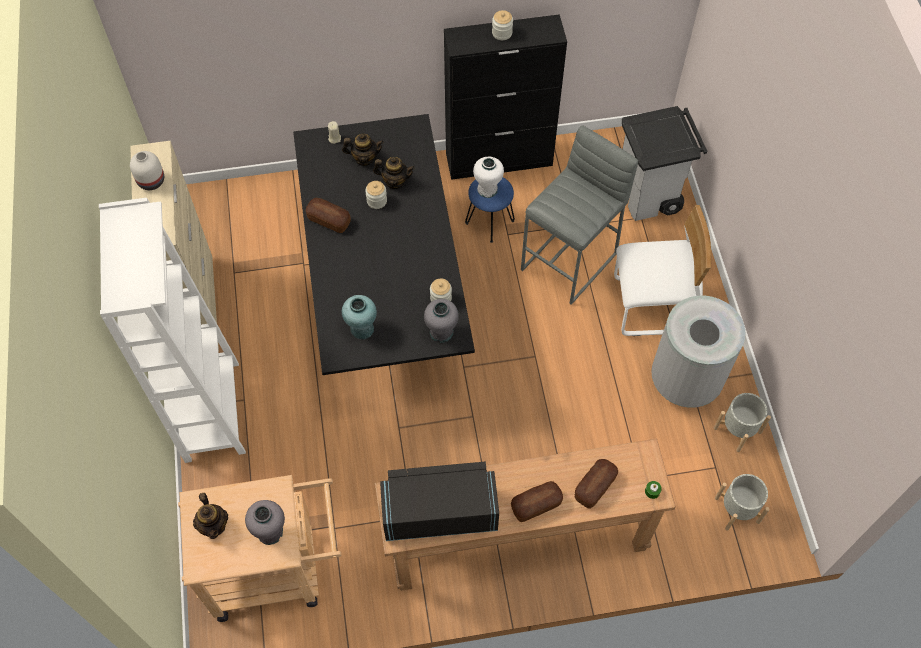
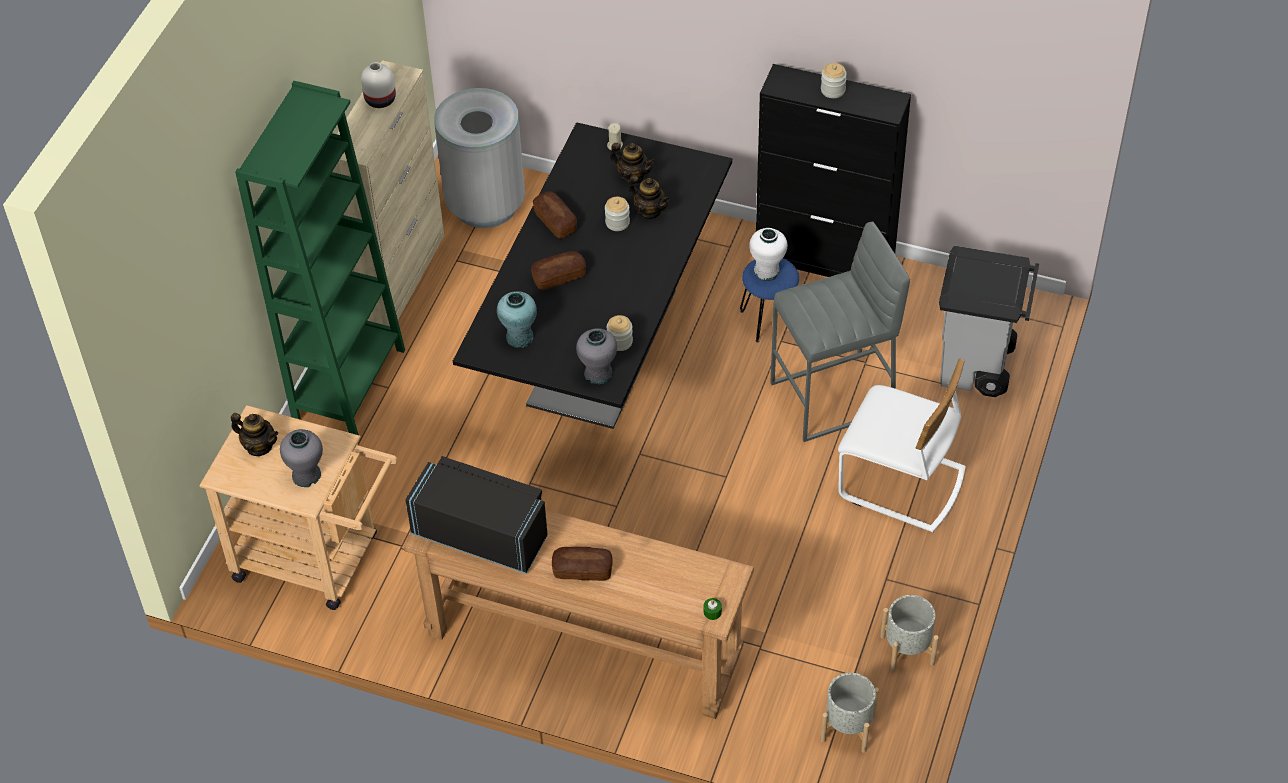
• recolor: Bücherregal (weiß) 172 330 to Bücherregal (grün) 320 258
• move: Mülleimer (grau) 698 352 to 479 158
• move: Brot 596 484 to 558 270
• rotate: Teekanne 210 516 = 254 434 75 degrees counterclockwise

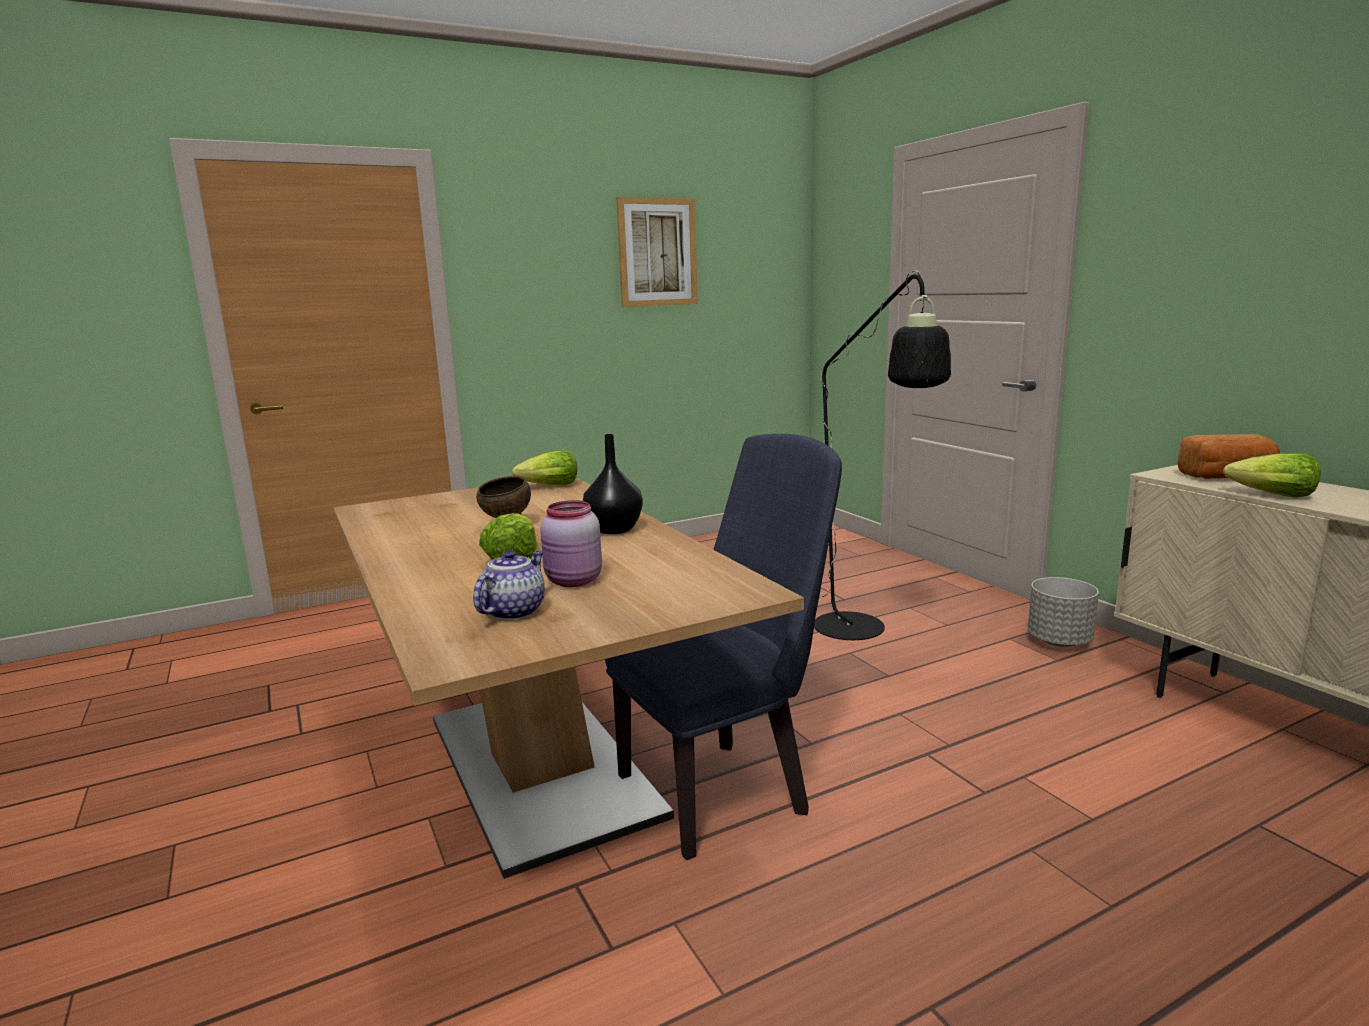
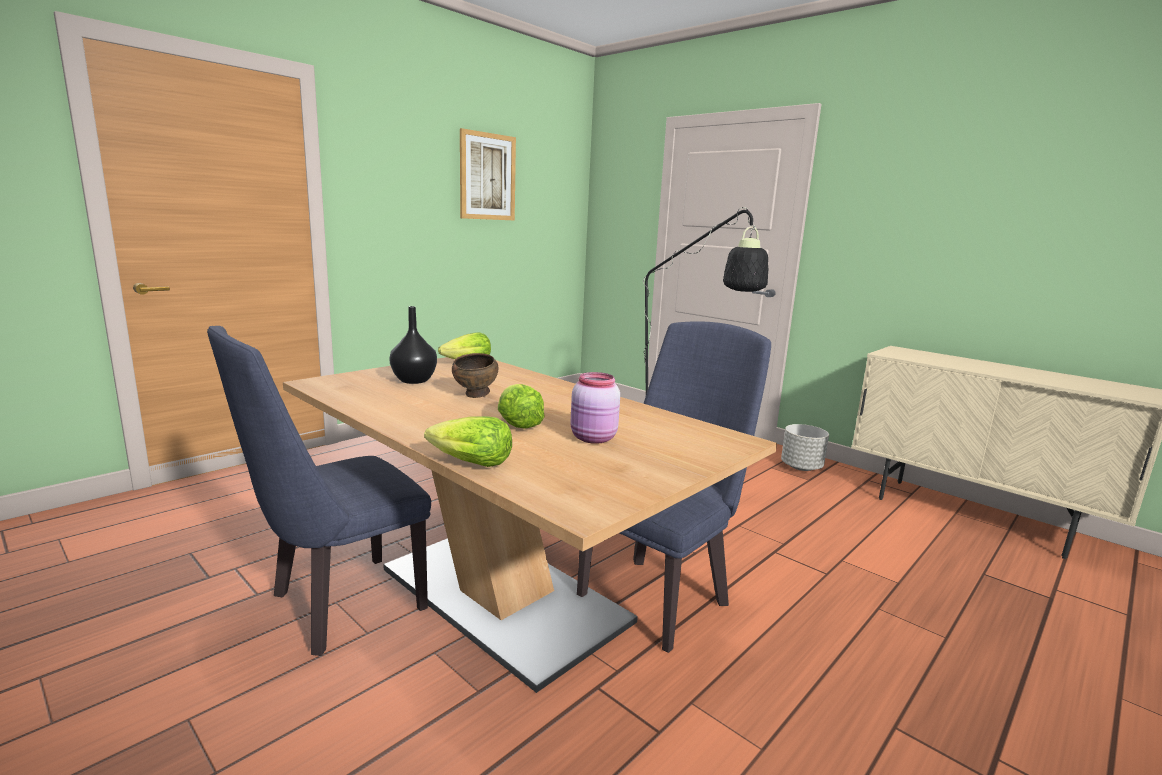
• move: Vase (schwarz) 613 484 to 413 345
• delete: Brot 1228 456
• move: Salatkopf 1272 475 to 468 441
• delete: Teekanne 509 585
• insert: Stuhl (blau) 319 491

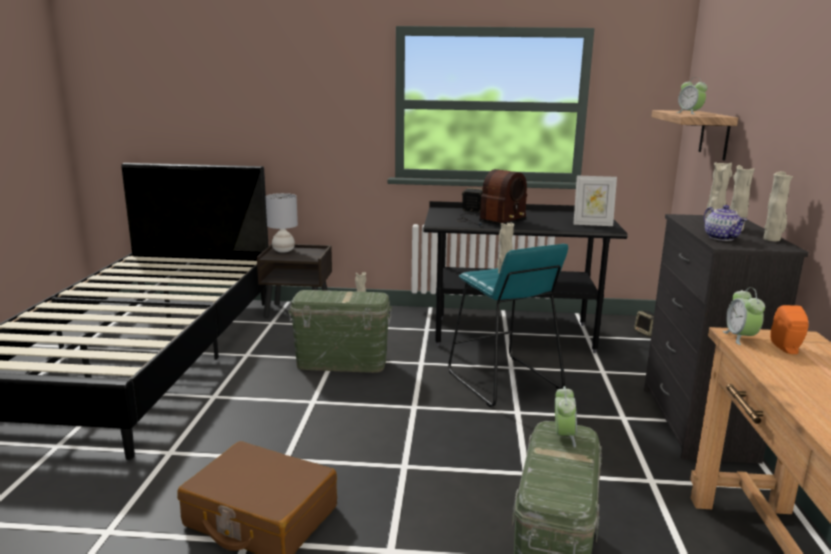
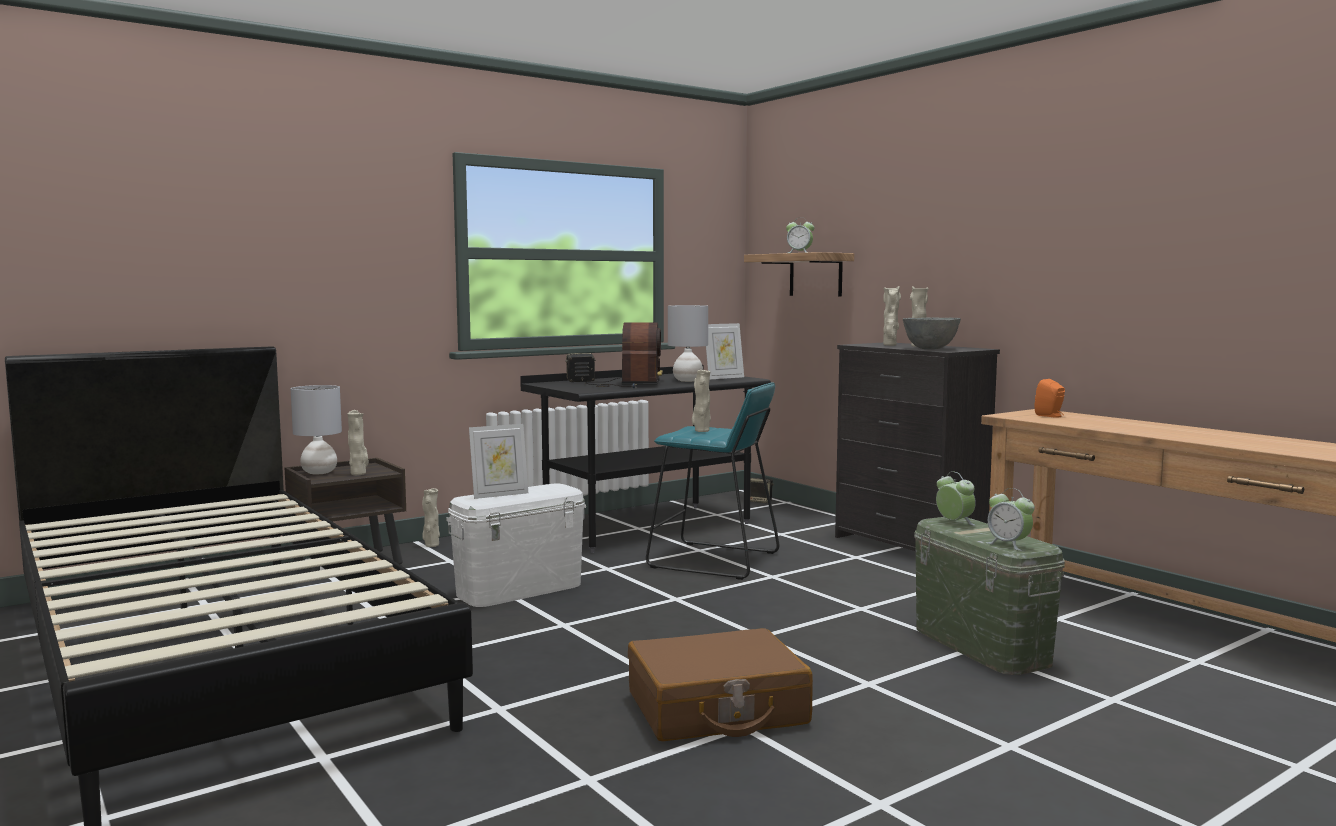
• move: Vase (beige) 778 206 to 358 442
• replace: Teekanne 725 223 to Schüssel (grau) 932 333
• move: Wecker 744 316 to 1011 519
• recolor: Aufbewahrungsbox (grün) 340 331 to Aufbewahrungsbox (weiß) 516 545
• insert: Tischlampe (grau) 688 343
• insert: Bilderrahmen 498 461

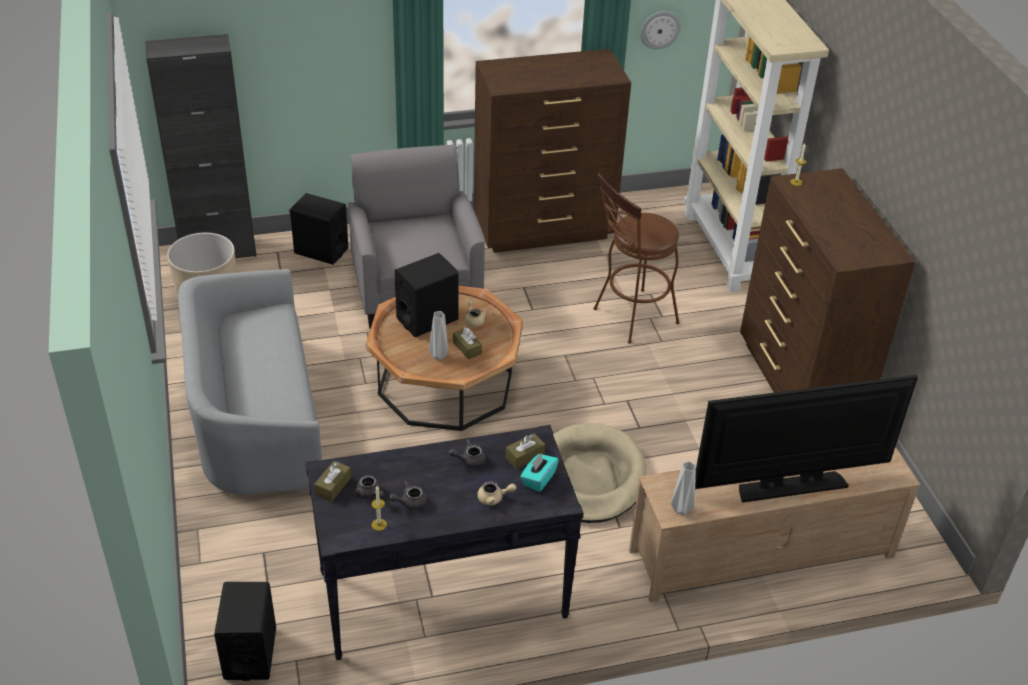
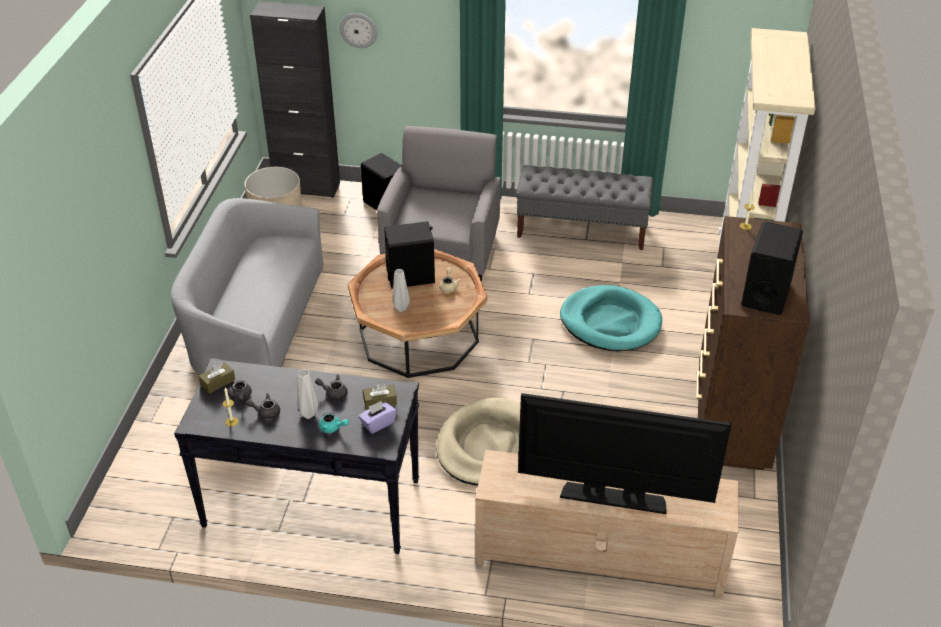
• move: Wanduhr 661 30 to 359 30
• replace: Kommode (braun) 552 151 to Bank (grau) 584 207
• replace: Hocker (braun) 636 258 to Hundebett (türkis) 611 318
• delete: Taschentuchbox (braun) 467 343
• recolor: Taschentuchbox (türkis) 539 472 to Taschentuchbox (lila) 378 417
• move: Vase (grau) 683 488 to 307 394
• recolor: Teekanne (beige) 496 493 to Teekanne (türkis) 334 422
• move: Lautsprecher (schwarz) 245 631 to 772 268

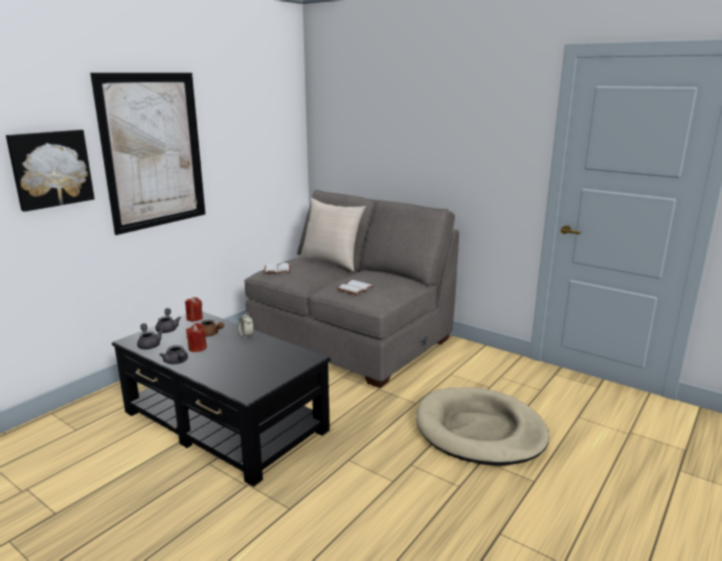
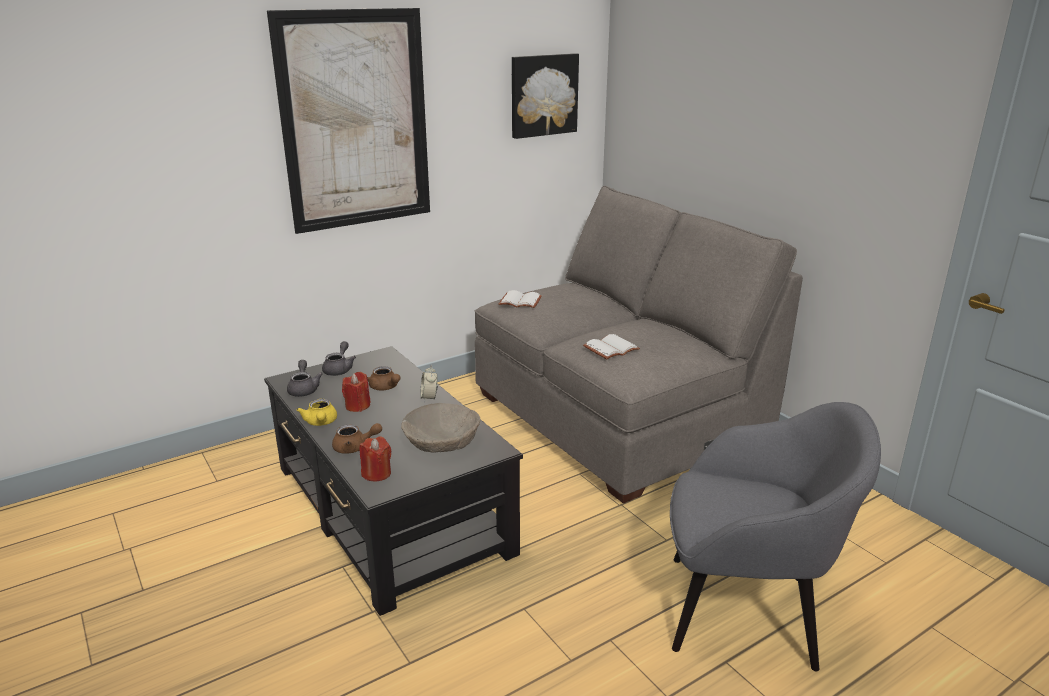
• move: Bild 50 170 to 545 96
• delete: Kissen (beige) 333 234
• move: Kerze (rot) 194 309 to 376 458
• recolor: Teekanne (grau) 174 354 to Teekanne (gelb) 317 412
• replace: Hundebett (beige) 482 426 to Sessel (grau) 775 537
• insert: Schüssel (beige) 440 428
• insert: Teekanne (braun) 357 438

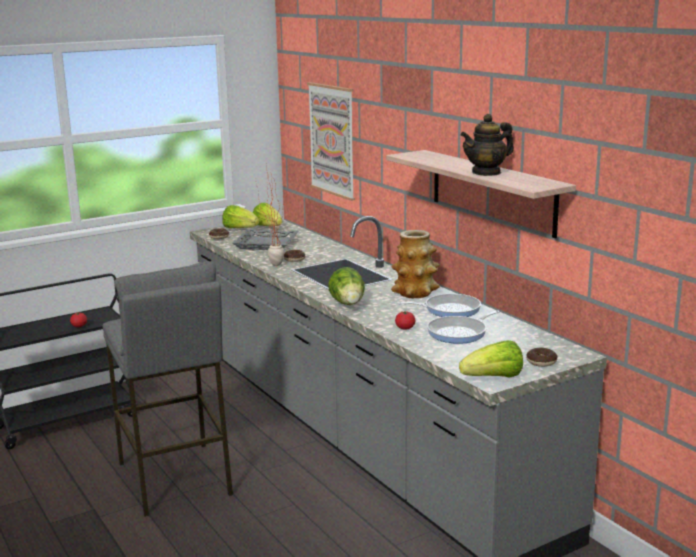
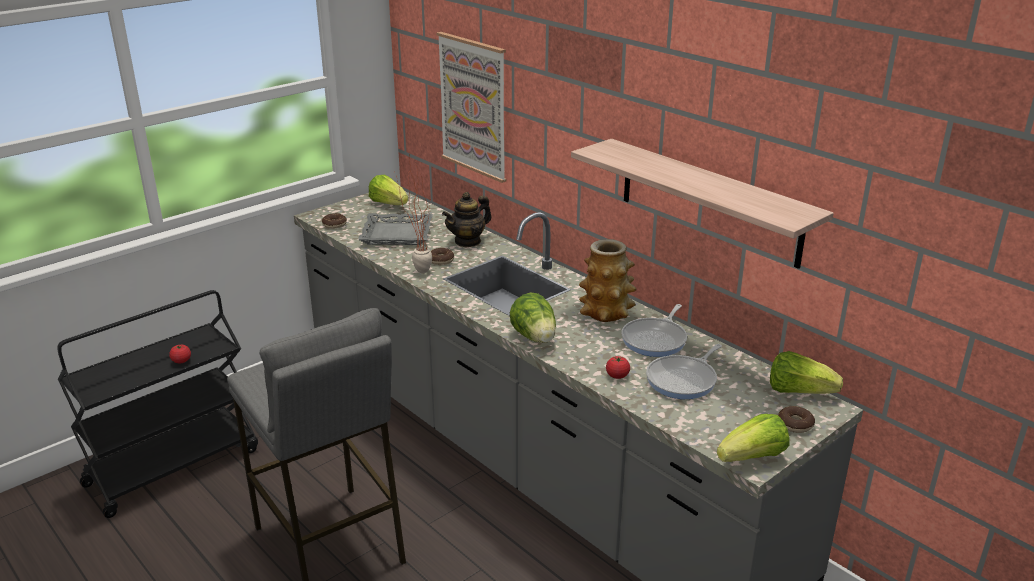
• move: Teekanne 487 145 to 467 219
• move: Salatkopf 241 216 to 806 372
• rotate: Pfanne 439 305 = 654 330 135 degrees clockwise

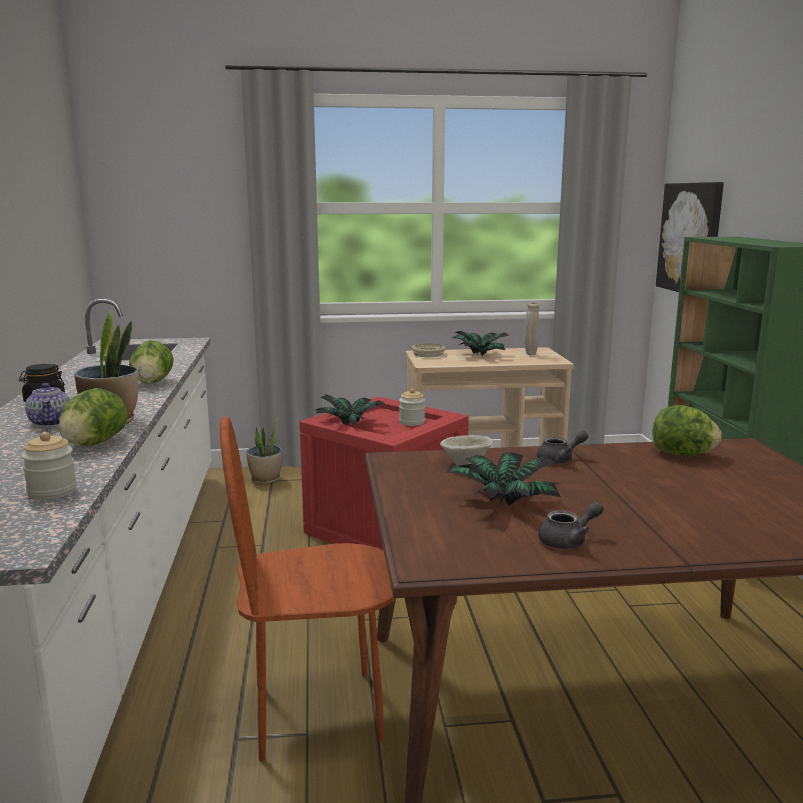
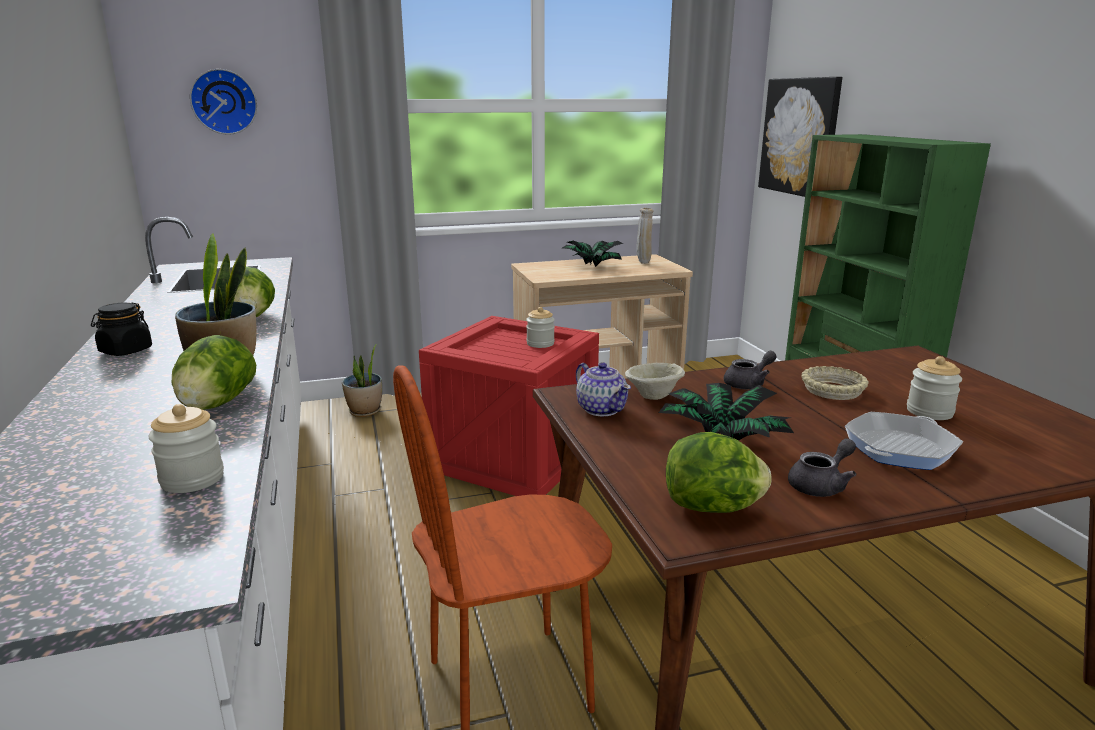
• move: Schüssel (beige) 428 350 to 835 383
• move: Teekanne 47 405 to 603 389
• delete: Topfpflanze 350 409
• move: Salatkopf 687 430 to 719 472
• insert: Wanduhr 223 102
• insert: Vorratsglas 934 388
• insert: Pfanne 904 441

